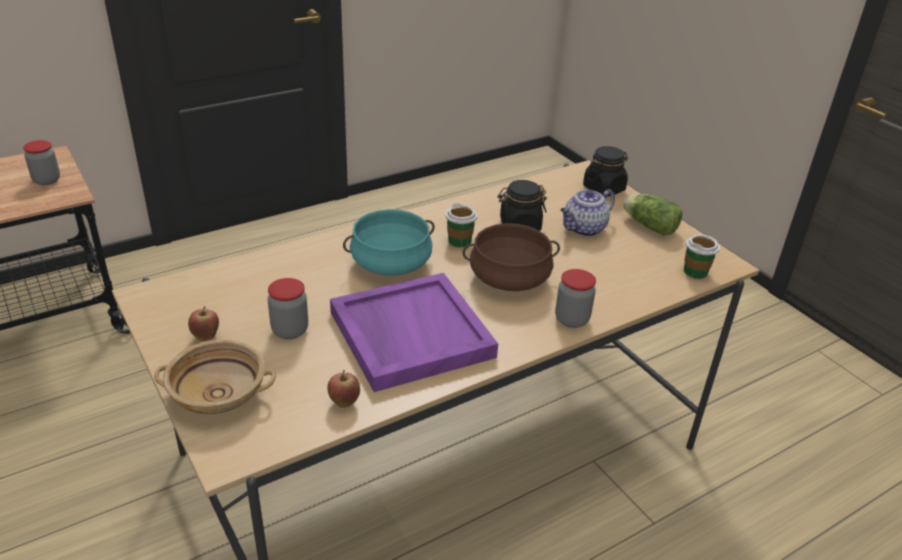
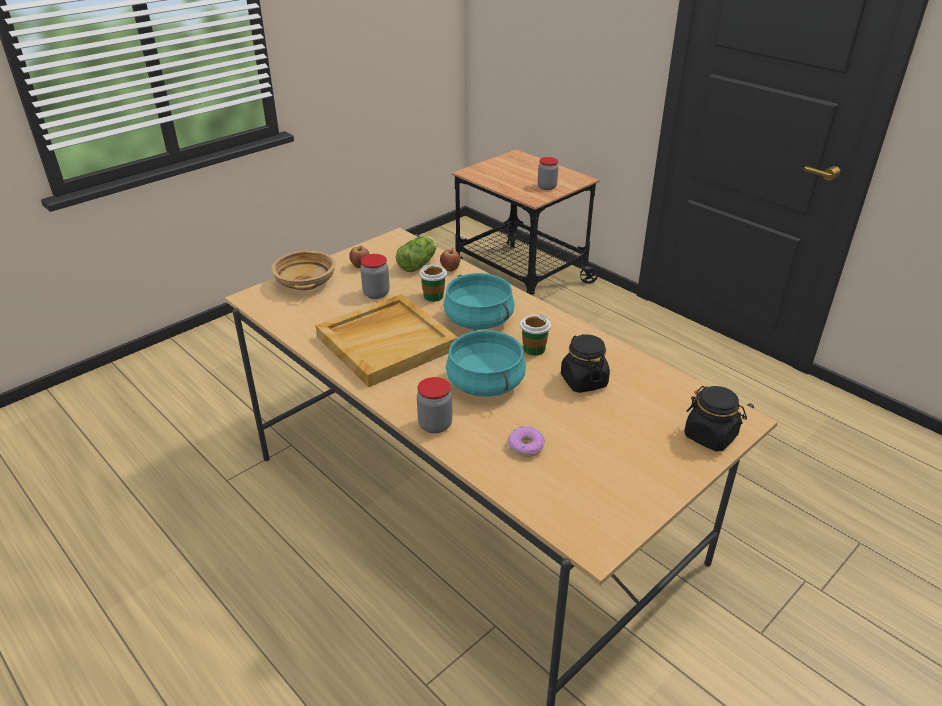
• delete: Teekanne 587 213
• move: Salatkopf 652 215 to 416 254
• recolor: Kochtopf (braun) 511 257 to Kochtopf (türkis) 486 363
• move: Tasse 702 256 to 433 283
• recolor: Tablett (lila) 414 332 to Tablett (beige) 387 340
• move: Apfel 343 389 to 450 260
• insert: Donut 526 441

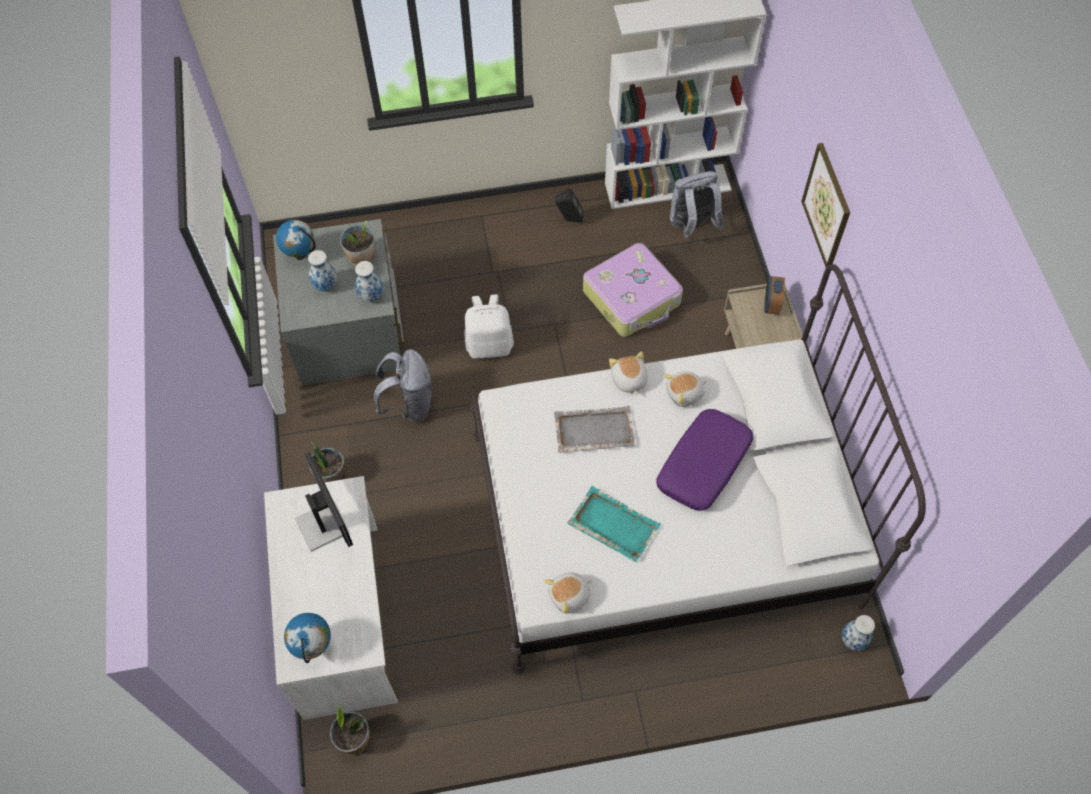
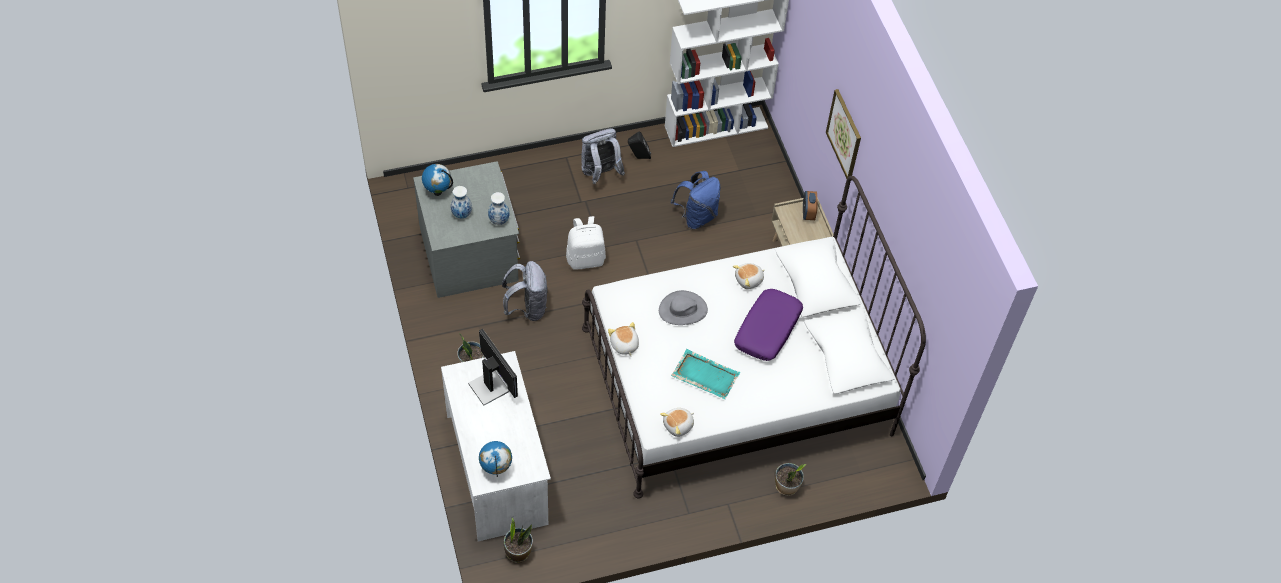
• move: Rucksack (grau) 697 205 to 603 156
• move: Topfpflanze 357 243 to 790 479
• replace: Koffer 633 290 to Rucksack (blau) 695 200
• move: Plüschtier 628 373 to 623 339
• replace: Tablett (grau) 594 429 to Hut (grau) 683 307
• delete: Vase 858 633

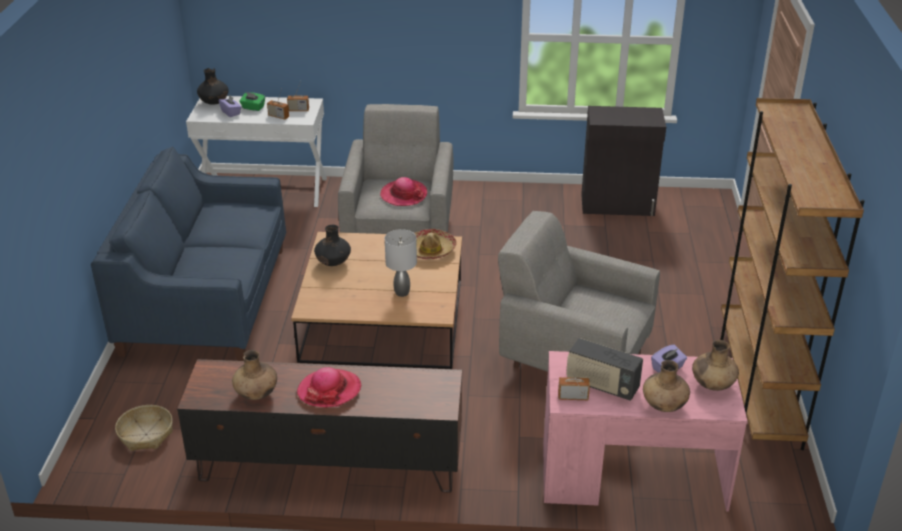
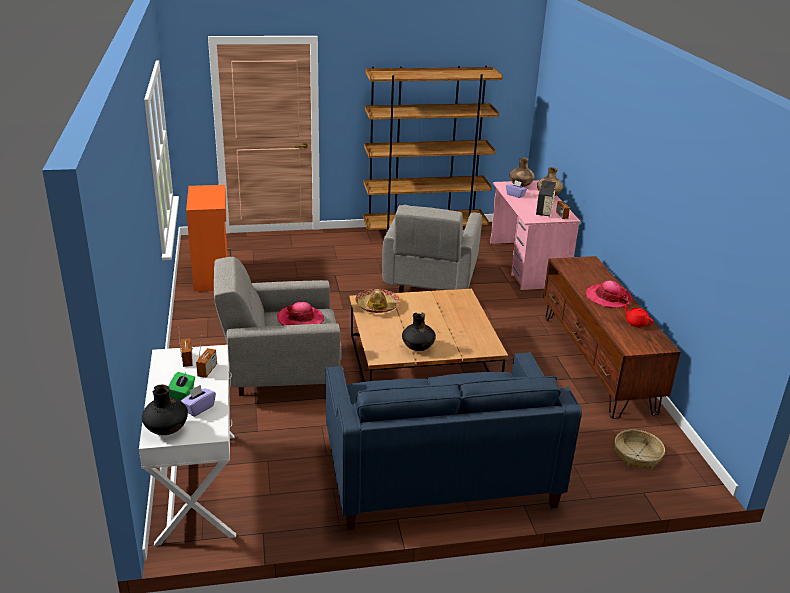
• recolor: Schrank (schwarz) 623 161 to Schrank (orange) 208 238
• delete: Tischlampe (grau) 401 263
• replace: Vase (braun) 254 375 to Teekanne (rot) 638 315

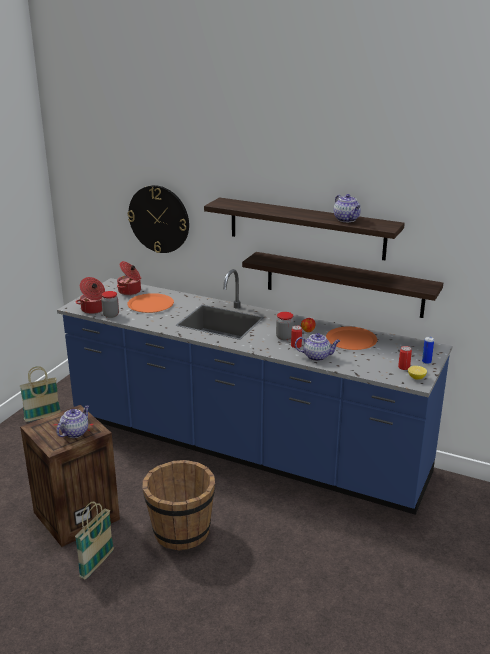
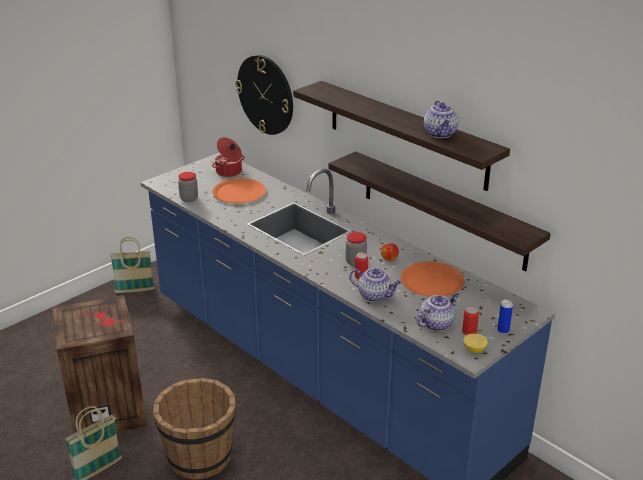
• delete: Kochtopf 90 295
• move: Teekanne 72 421 to 437 312

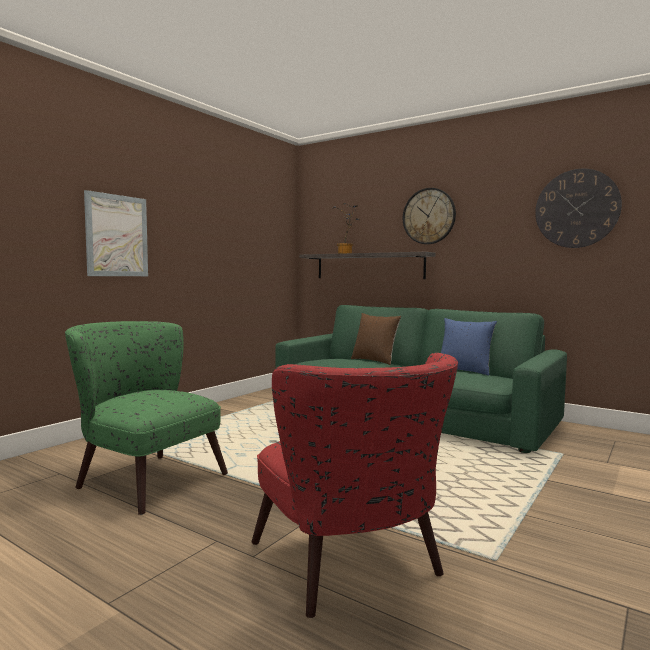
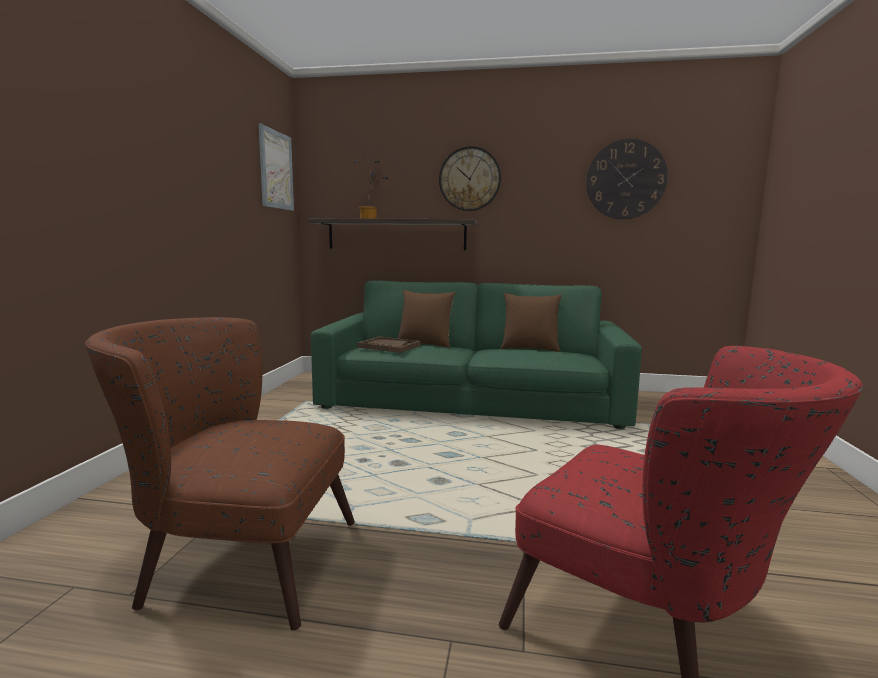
• move: Bild 116 233 to 276 167
• recolor: Kissen (blau) 469 347 to Kissen (braun) 531 322
• recolor: Sessel (grün) 146 418 to Sessel (braun) 220 473
• insert: Tablett (braun) 389 345

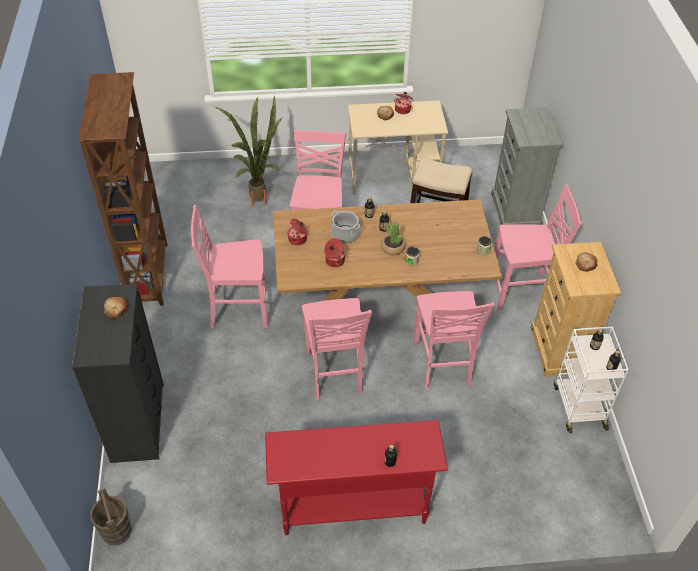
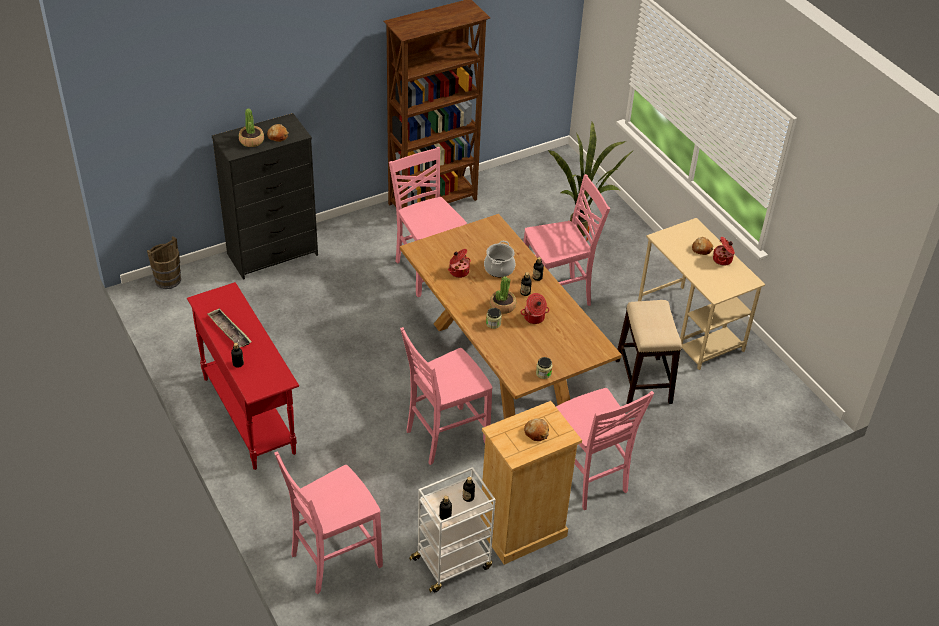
• delete: Kommode (grau) 527 166
• move: Kochtopf 297 231 to 535 308
• move: Stuhl (rosa) 337 349 to 328 522
• insert: Topfpflanze 251 128
• insert: Tablett 229 327

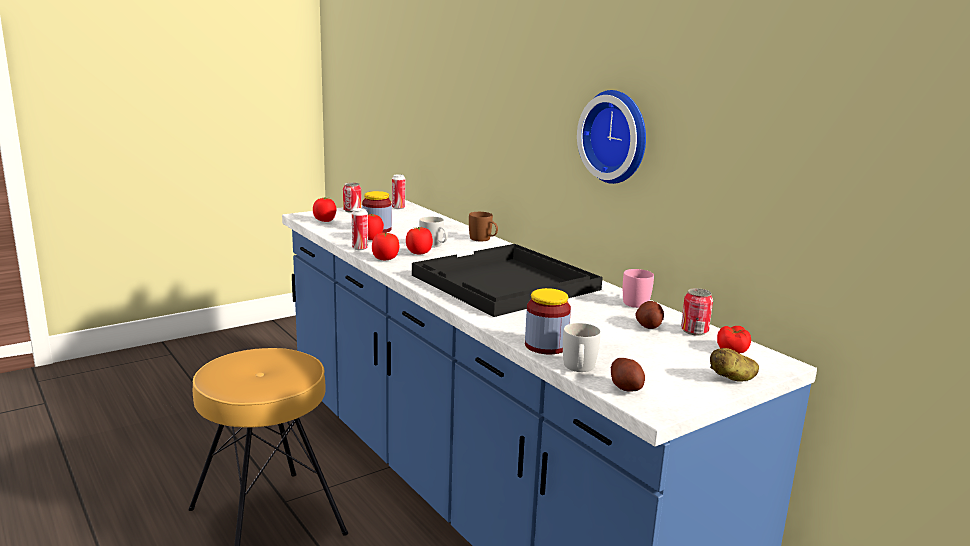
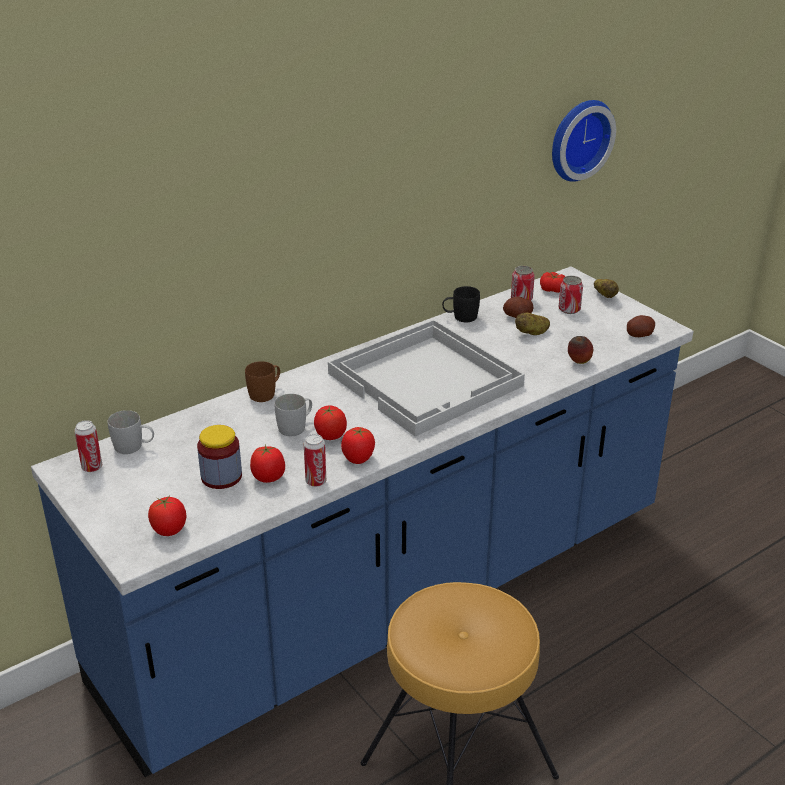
• move: Wanduhr 611 137 to 584 141
• move: Dose 352 198 to 571 295
• recolor: Tablett (schwarz) 507 280 to Tablett (weiß) 426 378
• recolor: Henkelbecher (rosa) 638 288 to Henkelbecher (schwarz) 461 304
• replace: Vorratsglas 548 321 to Apfel 580 350
• move: Henkelbecher (weiß) 582 347 to 131 432
• insert: Kartoffel 532 324

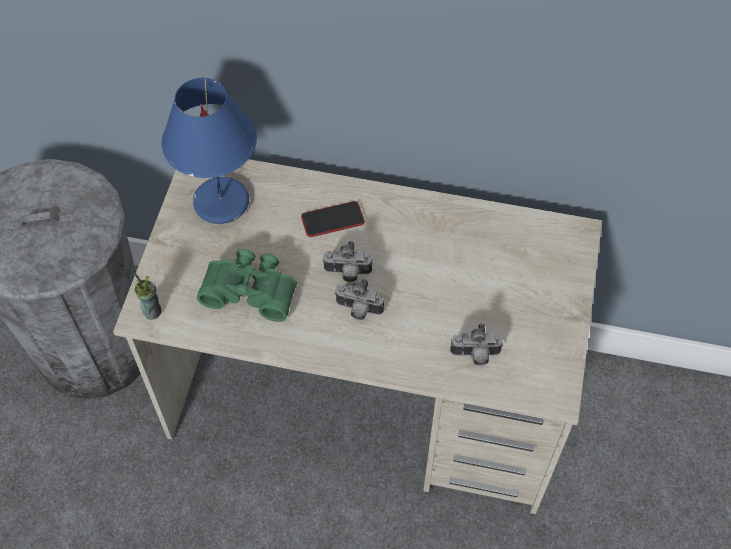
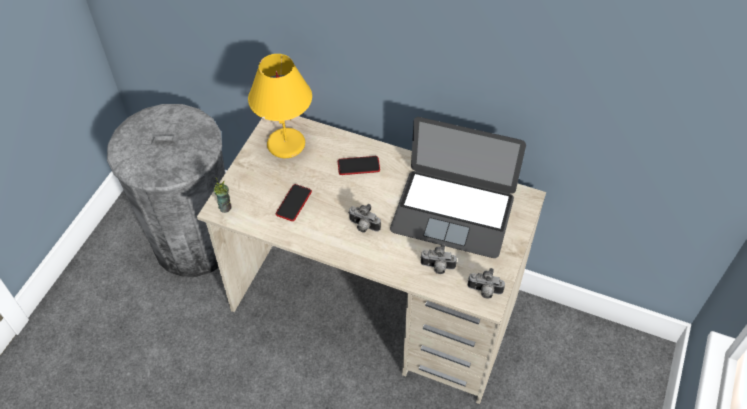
• recolor: Tischlampe (blau) 209 151 to Tischlampe (gelb) 280 106
• move: Kamera 347 261 to 486 283
• replace: Fernglas (grün) 247 285 to Handy 294 202
• insert: Laptop 458 187

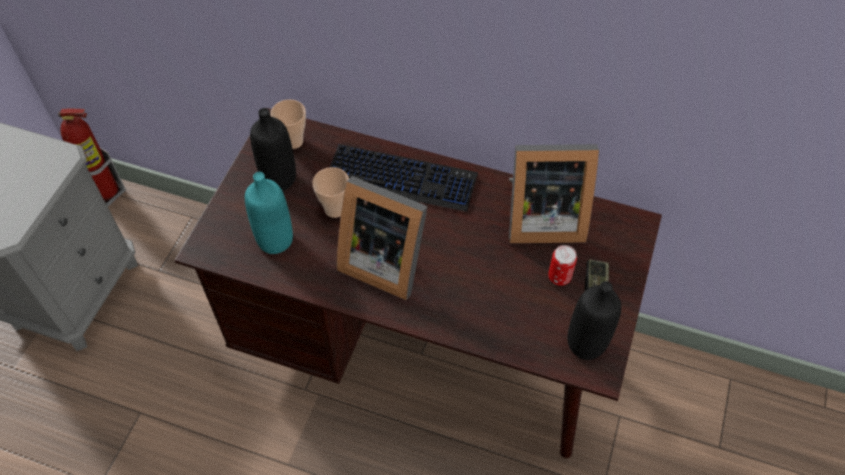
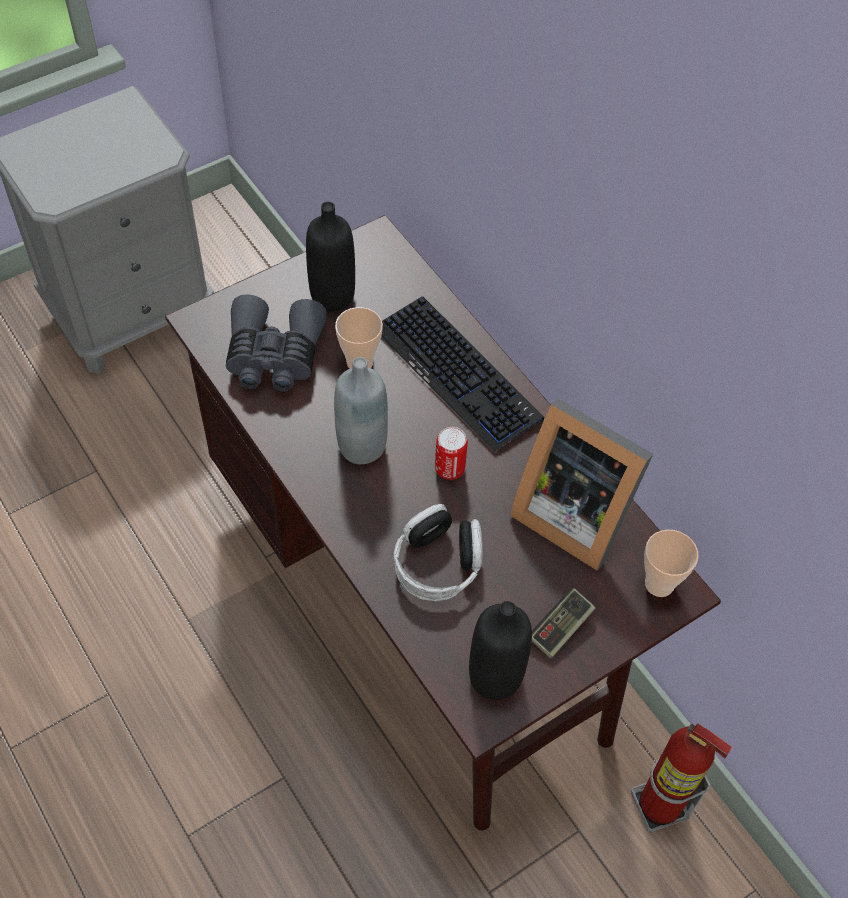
• move: Tasse 288 124 to 671 563
• move: Feuerlöscher 92 158 to 681 778
• replace: Flasche (türkis) 269 213 to Fernglas (grau) 276 343
• replace: Bilderrahmen 382 238 to Flasche (grau) 361 410
• move: Dose 562 265 to 451 453
• insert: Kopfhörer 438 552

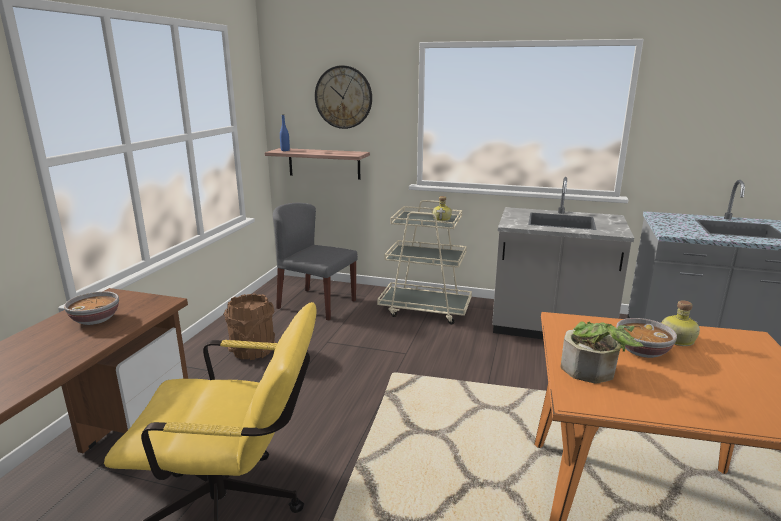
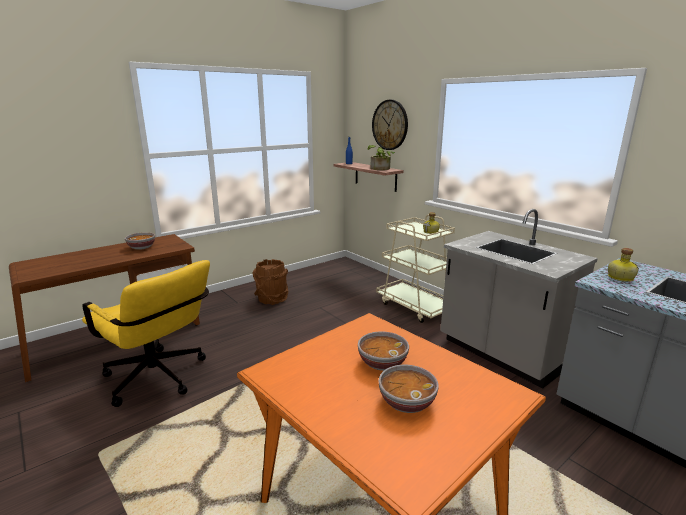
• delete: Stuhl (grau) 315 262
• move: Flasche 681 323 to 623 265
• move: Topfpflanze 602 352 to 381 157
• insert: Schüssel 409 389

